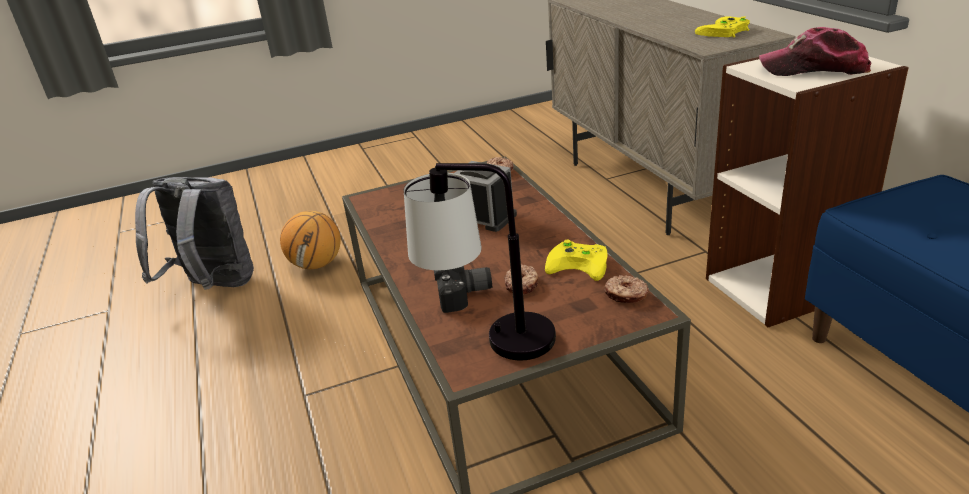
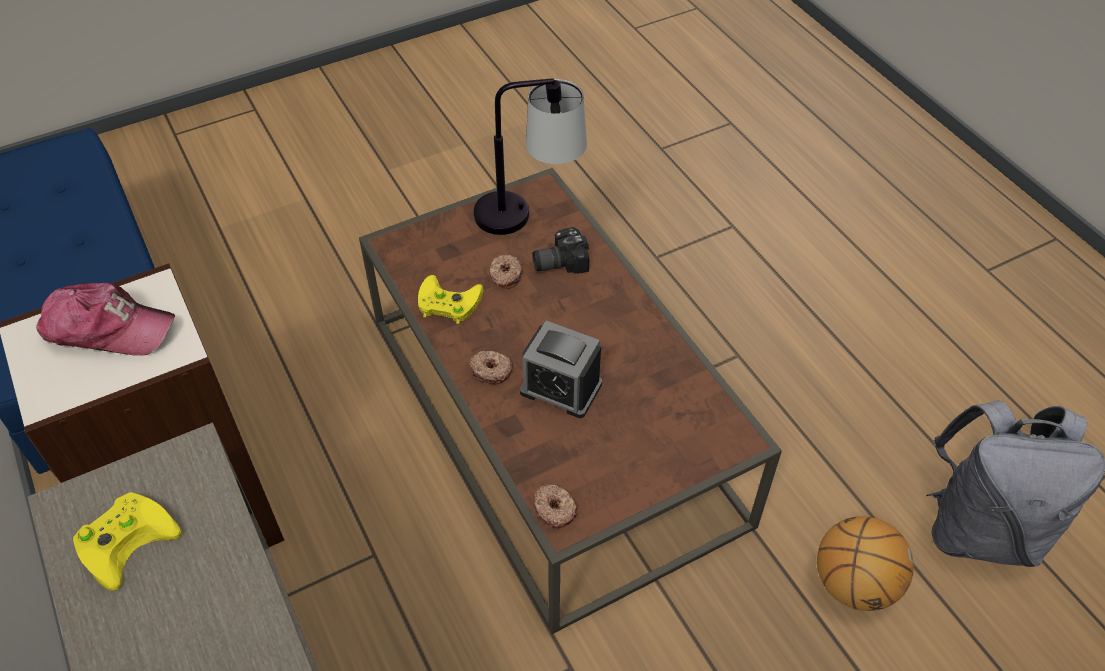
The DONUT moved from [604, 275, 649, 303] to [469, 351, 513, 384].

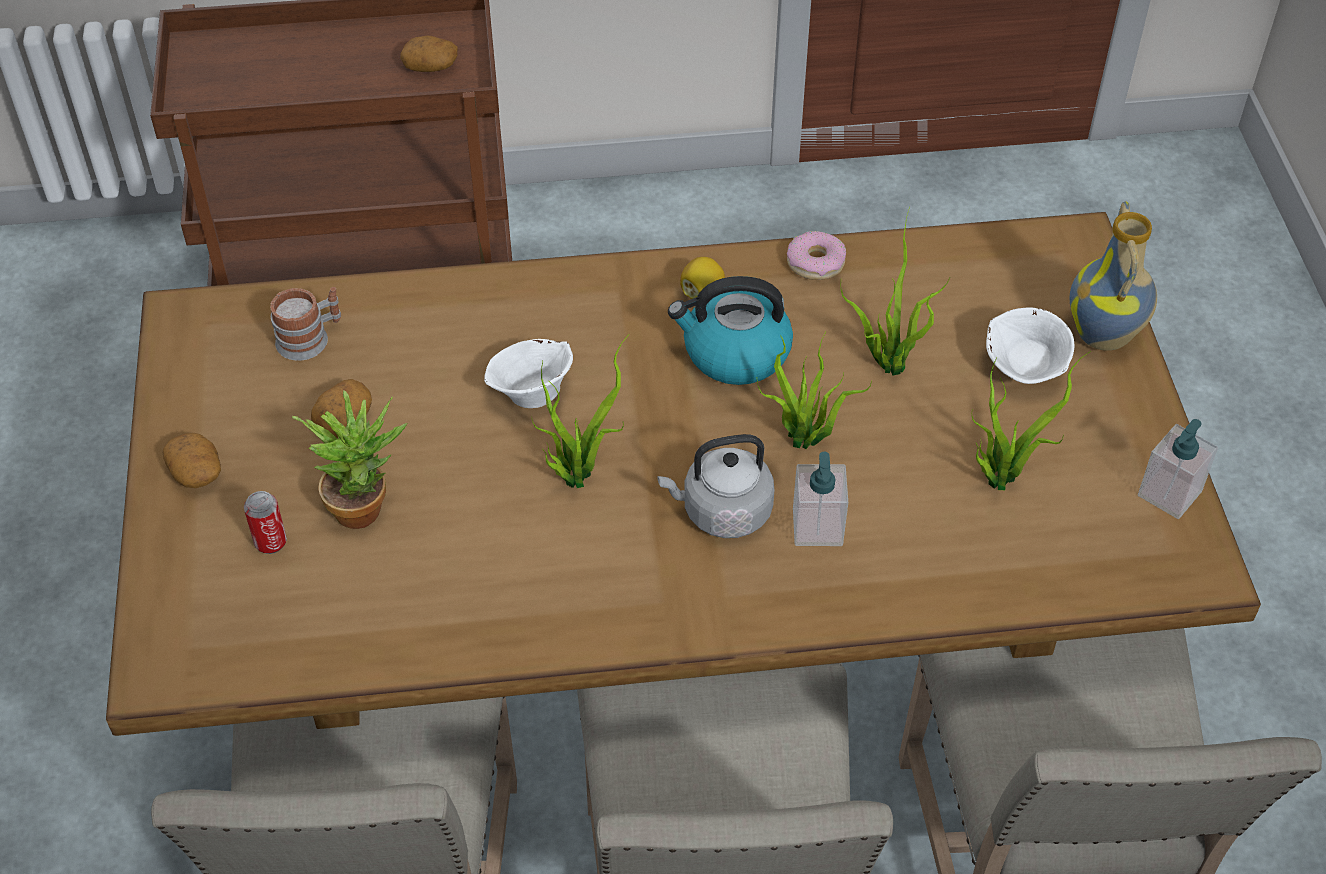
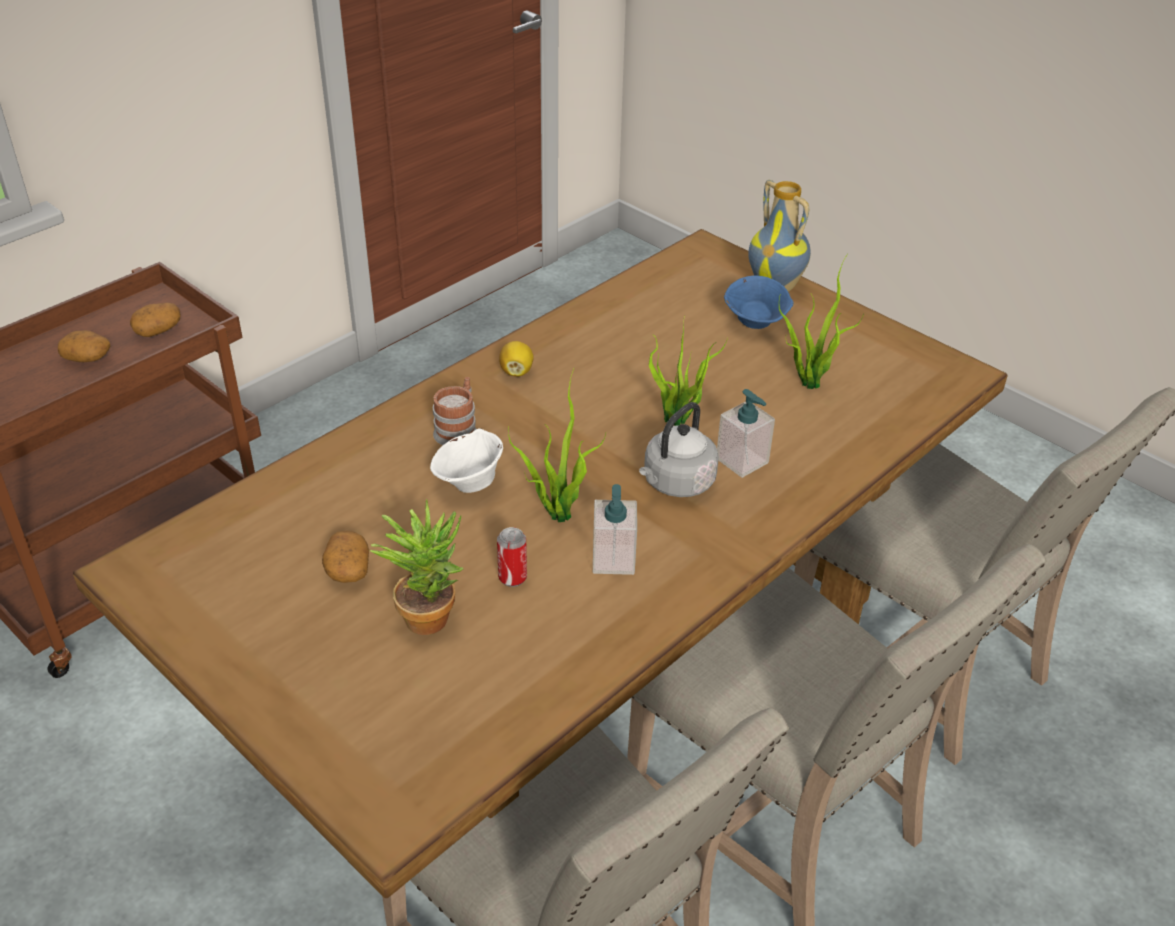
The KETTLE at [668, 276, 793, 385] disappeared.
The DONUT at [787, 231, 846, 280] disappeared.
The POTTED PLANT at [840, 207, 950, 375] disappeared.
The POTATO moved from [163, 433, 221, 488] to [58, 330, 110, 362].
The CAN moved from [244, 491, 287, 554] to [497, 527, 527, 587].
The MUG moved from [270, 287, 341, 361] to [433, 377, 476, 445].
The SOAP DISPENSER moved from [1138, 419, 1218, 519] to [593, 484, 637, 575].
The WHITE BOWL at [986, 307, 1074, 384] became the BLUE BOWL at [724, 276, 794, 329].

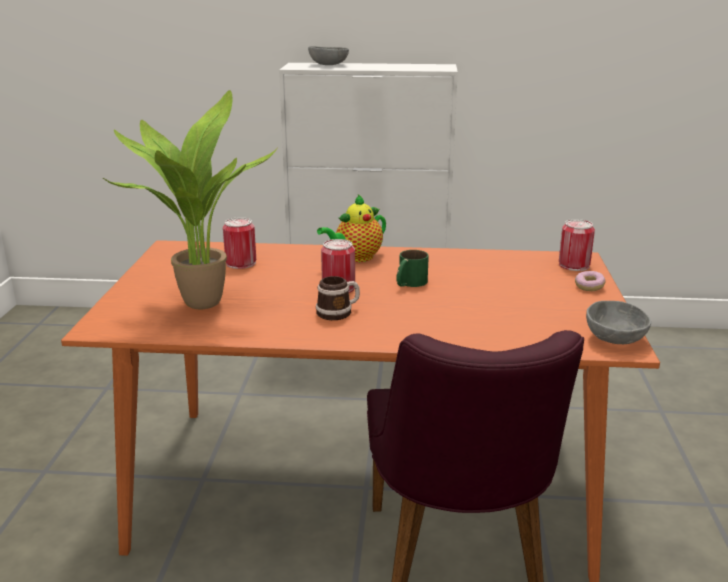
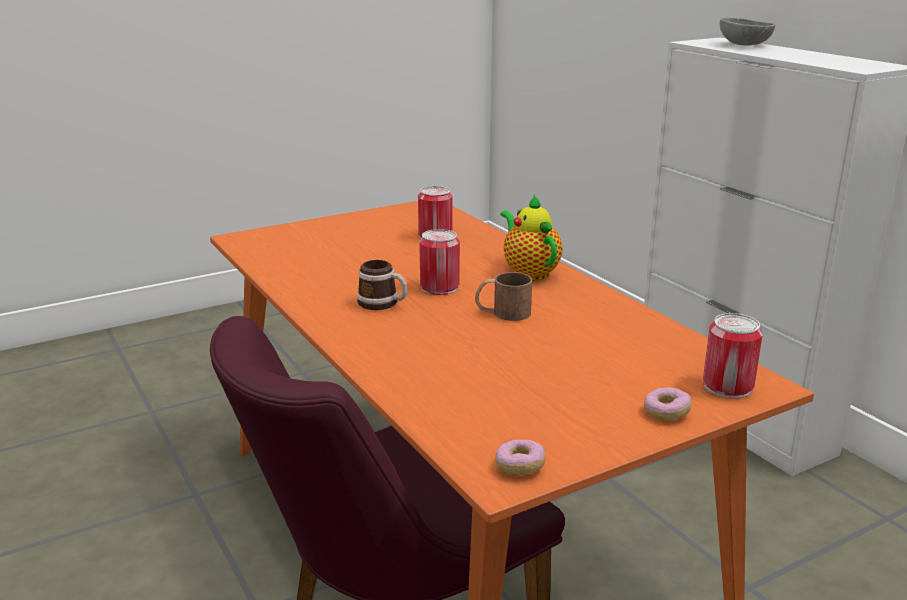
The POTTED PLANT at [103, 90, 277, 310] disappeared.
The GREY BOWL at [586, 301, 651, 344] was replaced by the DONUT at [496, 440, 546, 475].
The GREEN MUG at [396, 250, 429, 287] became the BROWN MUG at [475, 272, 532, 321].
The TEAPOT at [317, 194, 386, 262] turned 45 degrees clockwise.

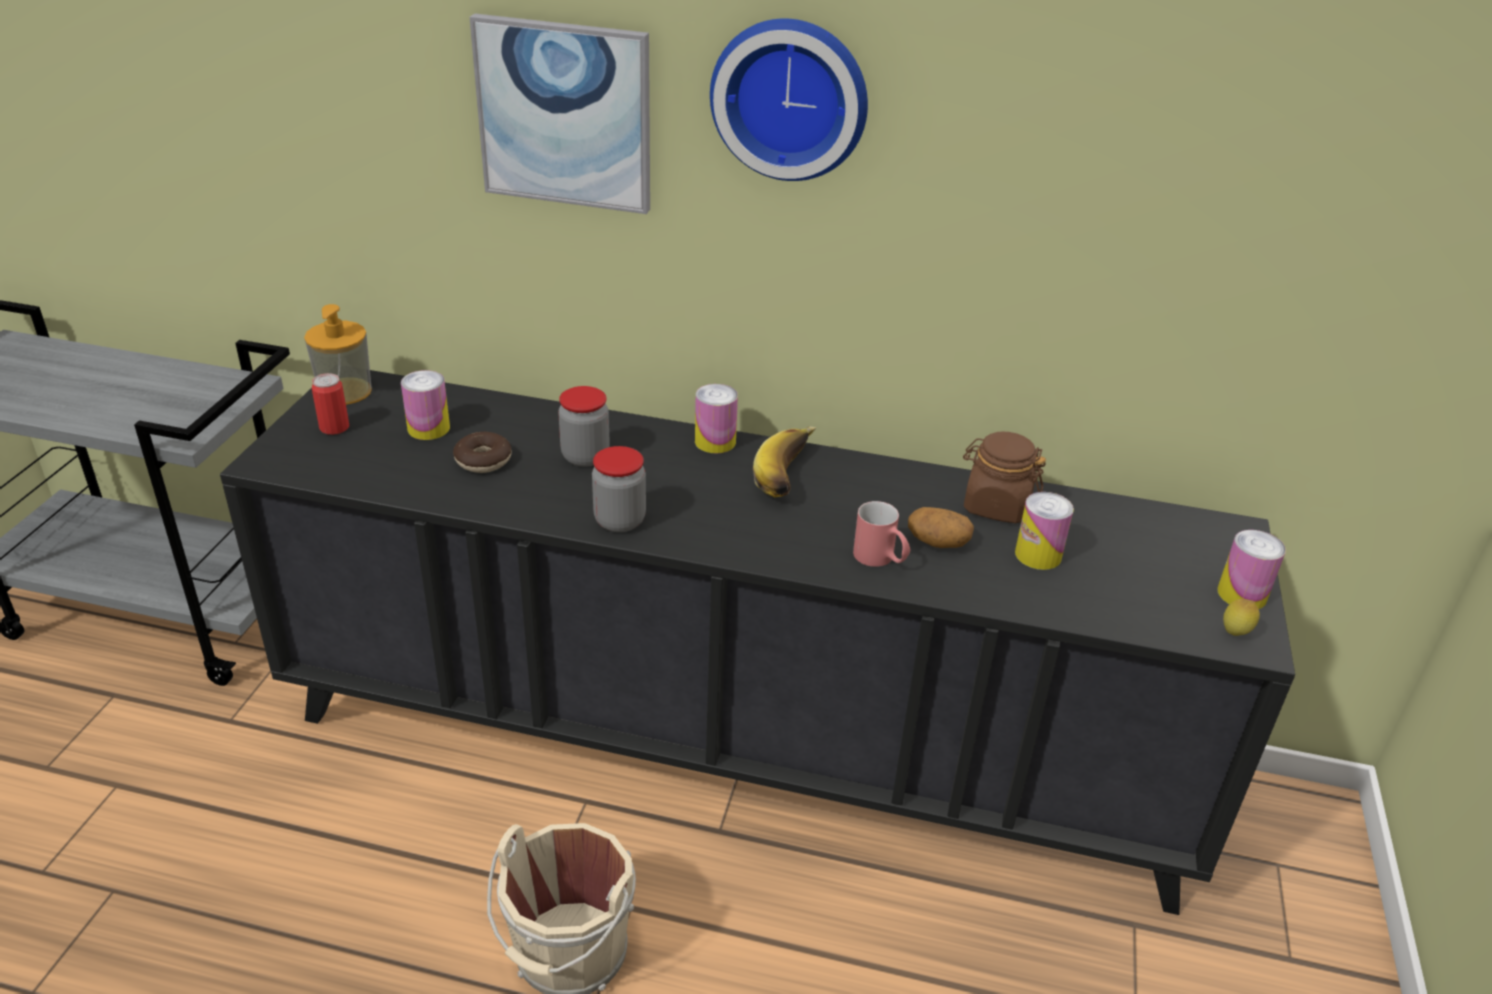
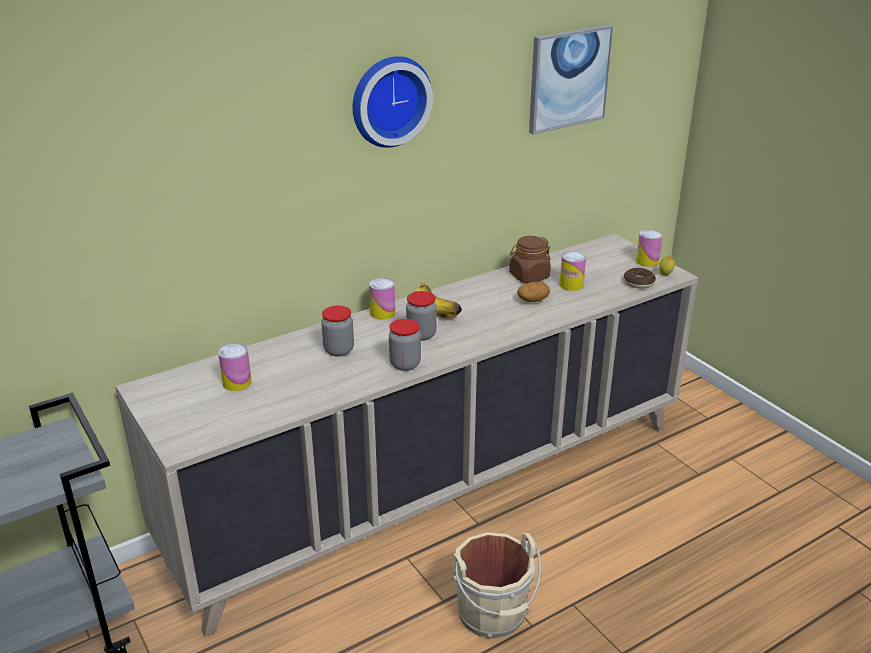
The SOAP DISPENSER at [304, 304, 372, 405] disappeared.
The CAN at [312, 373, 349, 435] disappeared.
The RED MUG at [853, 501, 910, 567] disappeared.
The JAR at [406, 291, 437, 341] appeared.
The DONUT moved from [453, 432, 512, 473] to [623, 268, 656, 288].
The PICTURE moved from [470, 14, 650, 214] to [529, 25, 613, 134].
The BLACK CABINET at [220, 370, 1295, 915] became the BEIGE CABINET at [115, 234, 698, 637].

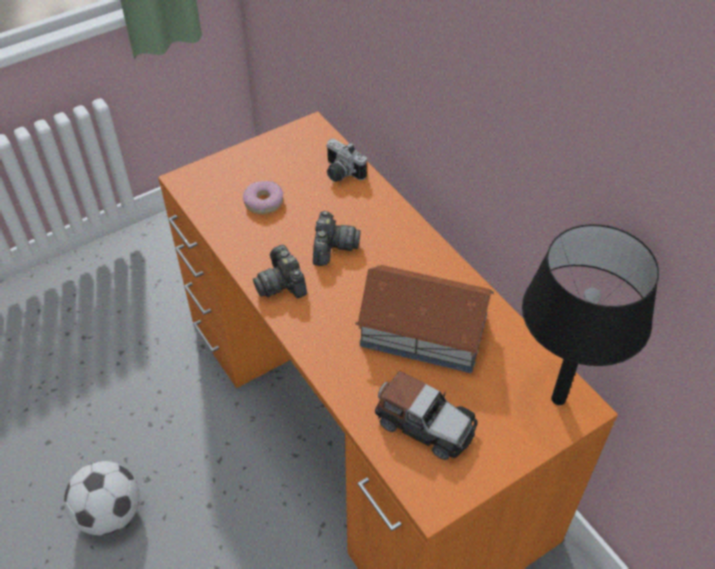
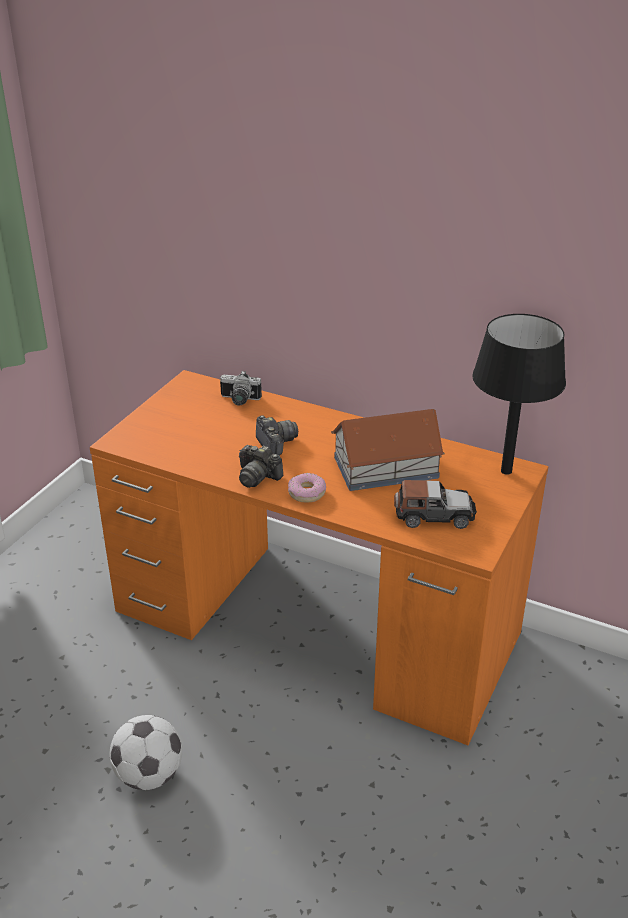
The DONUT moved from [243, 181, 283, 214] to [288, 473, 326, 502].

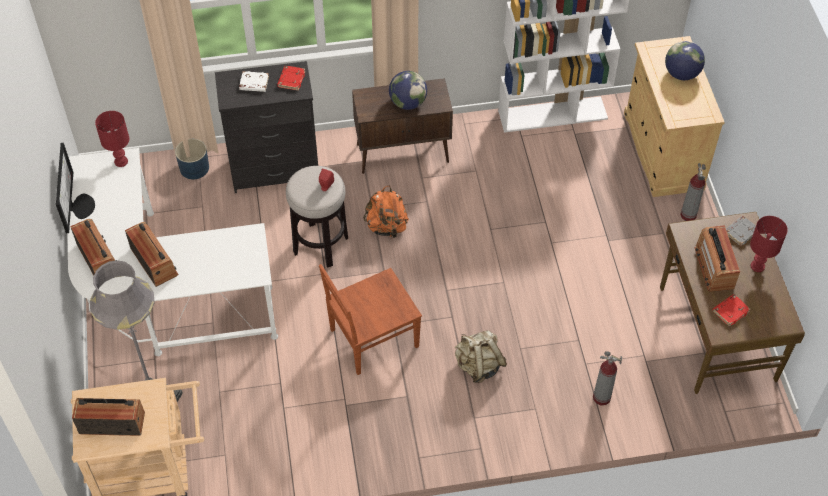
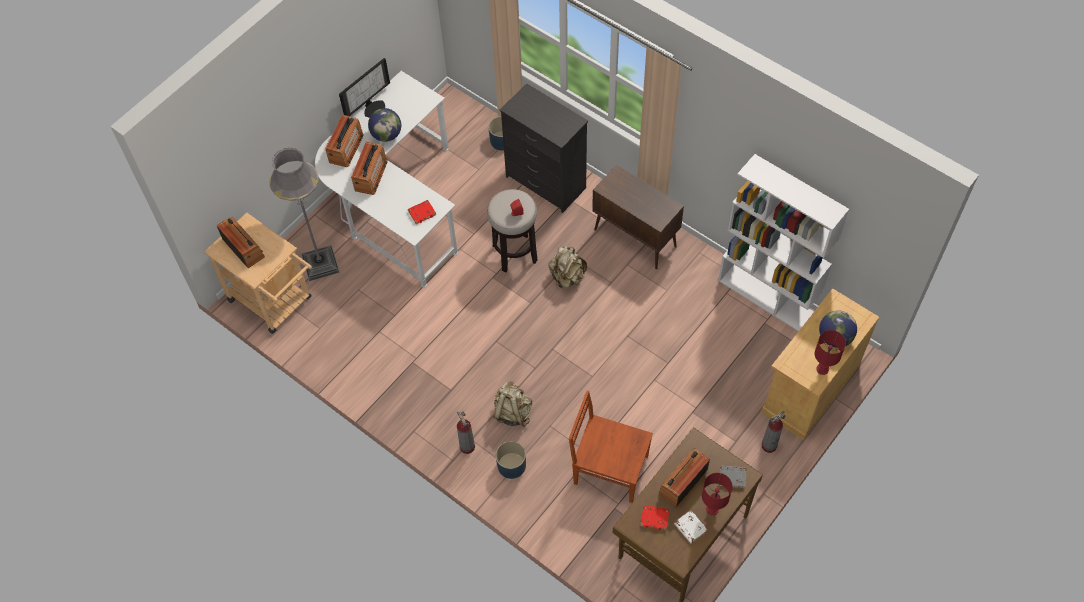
The BLUE PLANTER at [496, 441, 526, 479] appeared.
The RED TABLE LAMP moved from [95, 111, 129, 167] to [815, 330, 846, 375].
The WHITE BOOK moved from [239, 71, 269, 92] to [674, 510, 707, 543].
The RED BOOK moved from [277, 66, 306, 91] to [408, 200, 436, 224].
The BROWN CHAIR moved from [319, 264, 422, 375] to [569, 391, 653, 503].
The GLOBE moved from [389, 71, 427, 110] to [368, 108, 401, 142].
The FIRE EXTINGUISHER moved from [593, 351, 622, 406] to [457, 411, 475, 454].
The ORANGE BACKPACK at [363, 186, 409, 238] became the BEIGE BACKPACK at [548, 246, 587, 288].

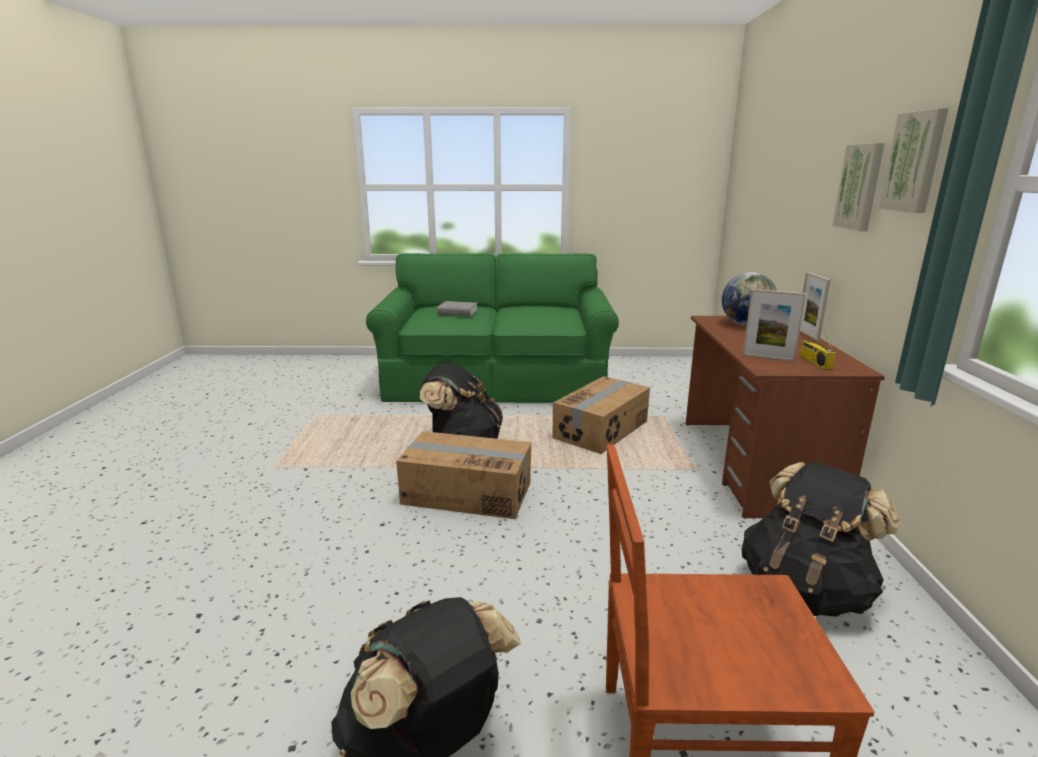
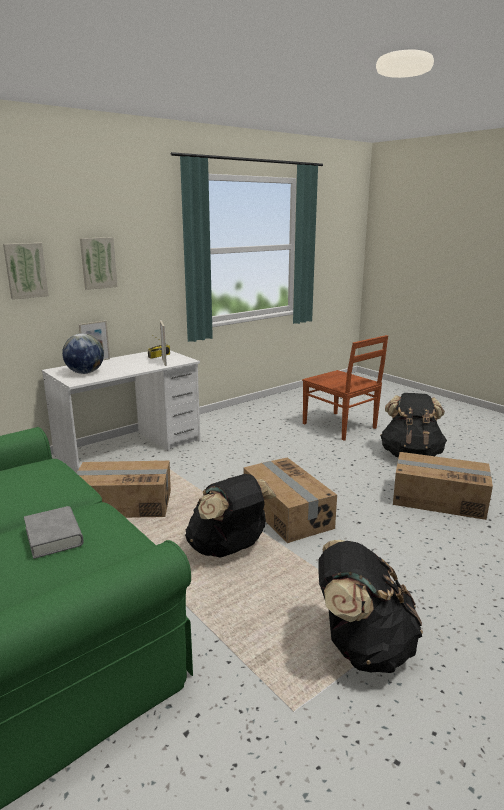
The CARDBOARD BOX at [393, 452, 493, 520] appeared.
The BLACK BACKPACK moved from [742, 462, 900, 617] to [318, 540, 423, 673].
The PICTURE moved from [879, 108, 949, 213] to [3, 243, 49, 300].
The BROWN DESK at [686, 316, 885, 519] became the WHITE DESK at [42, 350, 200, 472].

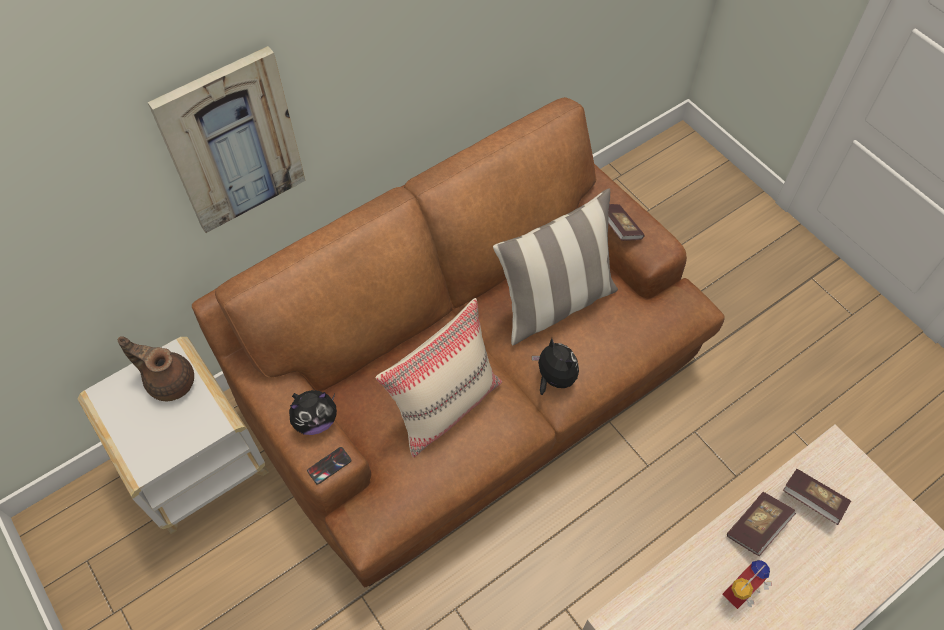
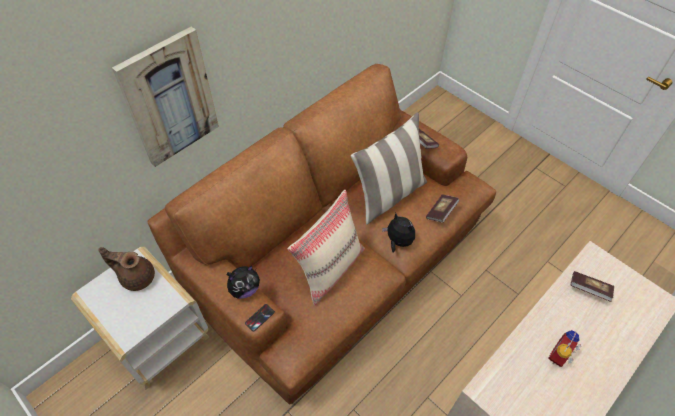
The BOOK moved from [727, 492, 796, 556] to [426, 195, 460, 223].

